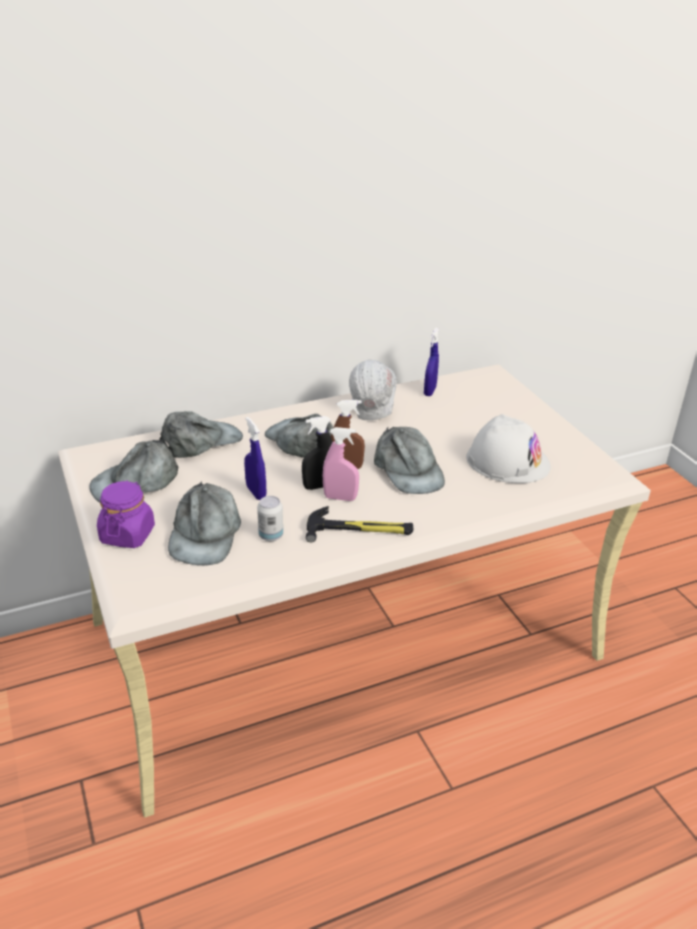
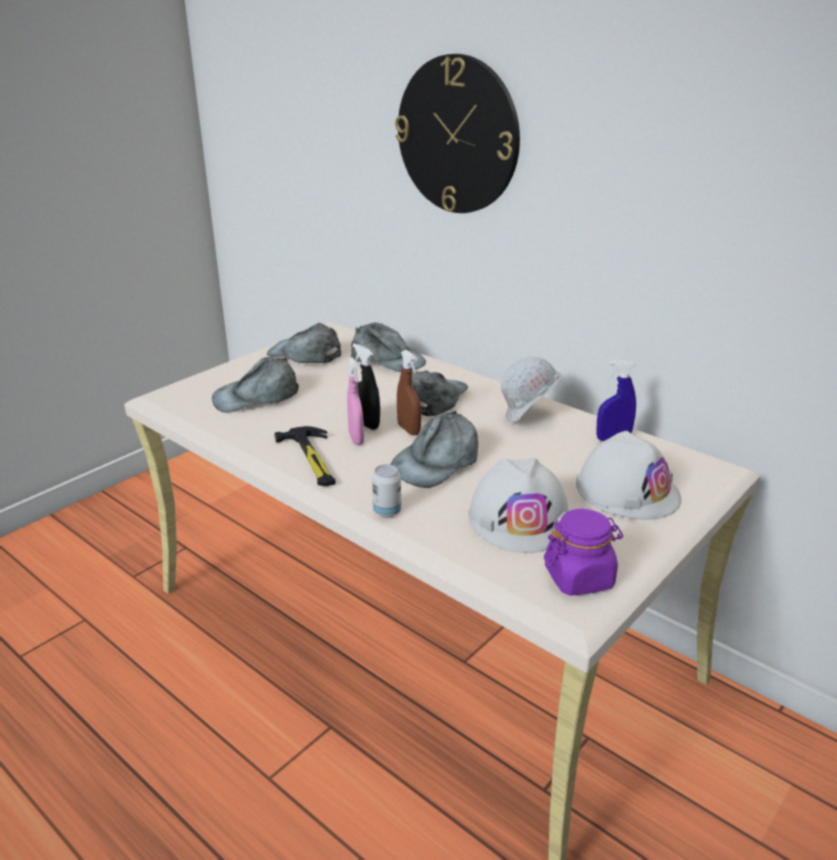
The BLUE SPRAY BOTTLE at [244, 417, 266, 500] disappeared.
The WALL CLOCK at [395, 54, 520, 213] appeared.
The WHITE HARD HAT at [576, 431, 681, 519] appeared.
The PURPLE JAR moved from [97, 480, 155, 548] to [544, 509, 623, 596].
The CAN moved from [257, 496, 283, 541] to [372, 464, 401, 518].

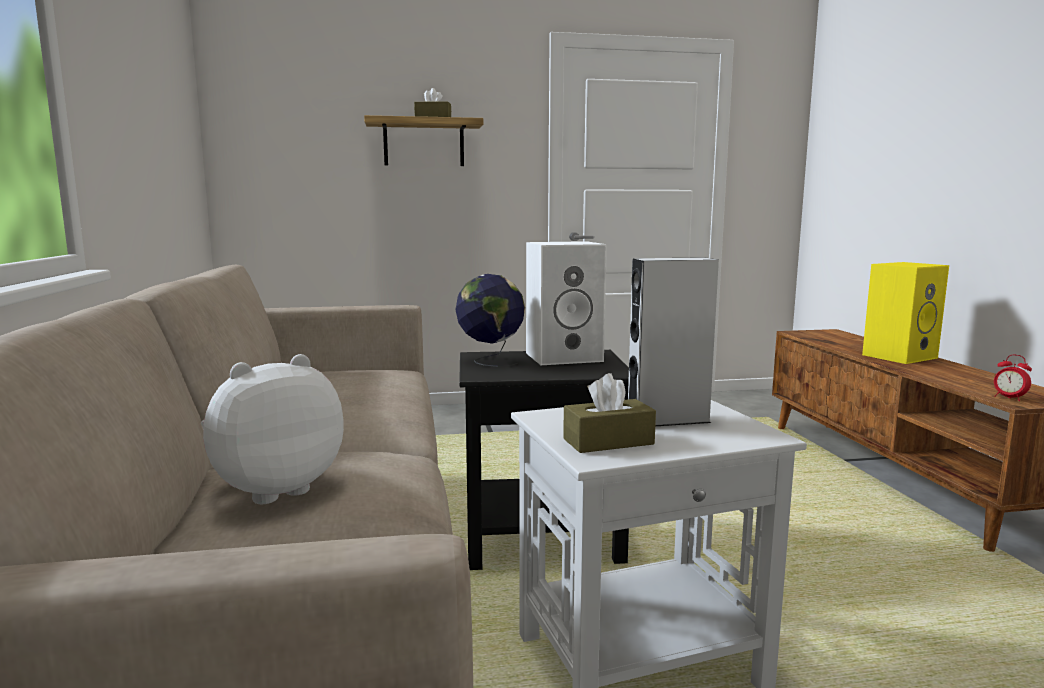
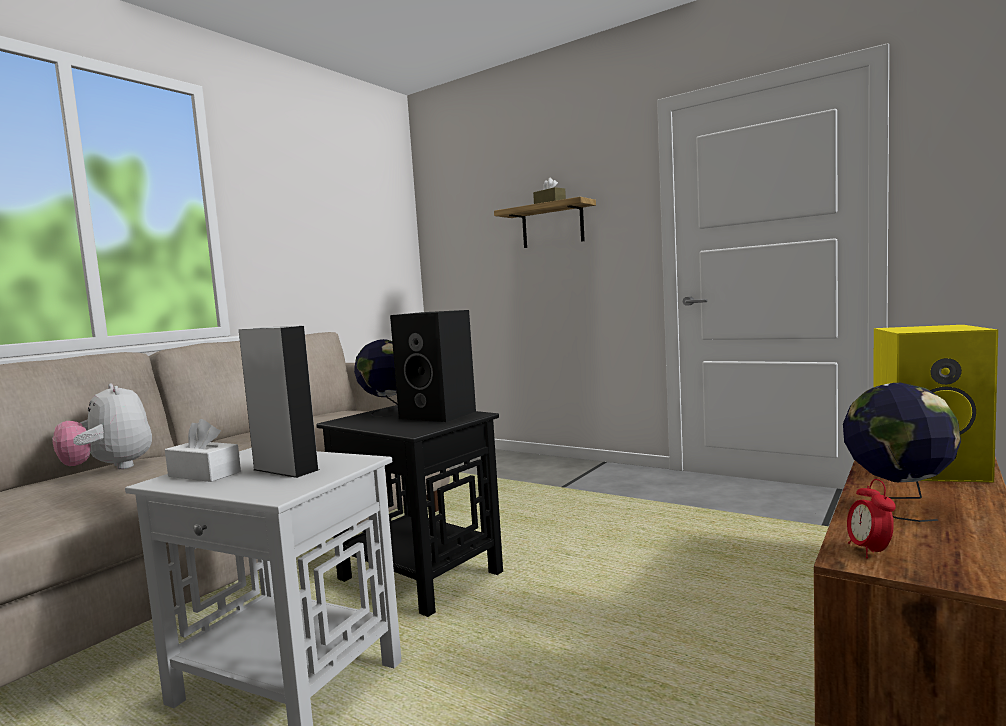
The GLOBE at [843, 383, 961, 522] appeared.
The WHITE SPEAKER at [526, 241, 607, 365] became the BLACK SPEAKER at [390, 310, 476, 422].
The BROWN TISSUE BOX at [563, 373, 656, 453] became the WHITE TISSUE BOX at [165, 419, 241, 482].
The PLUSH TOY at [201, 354, 344, 504] turned 135 degrees counterclockwise.

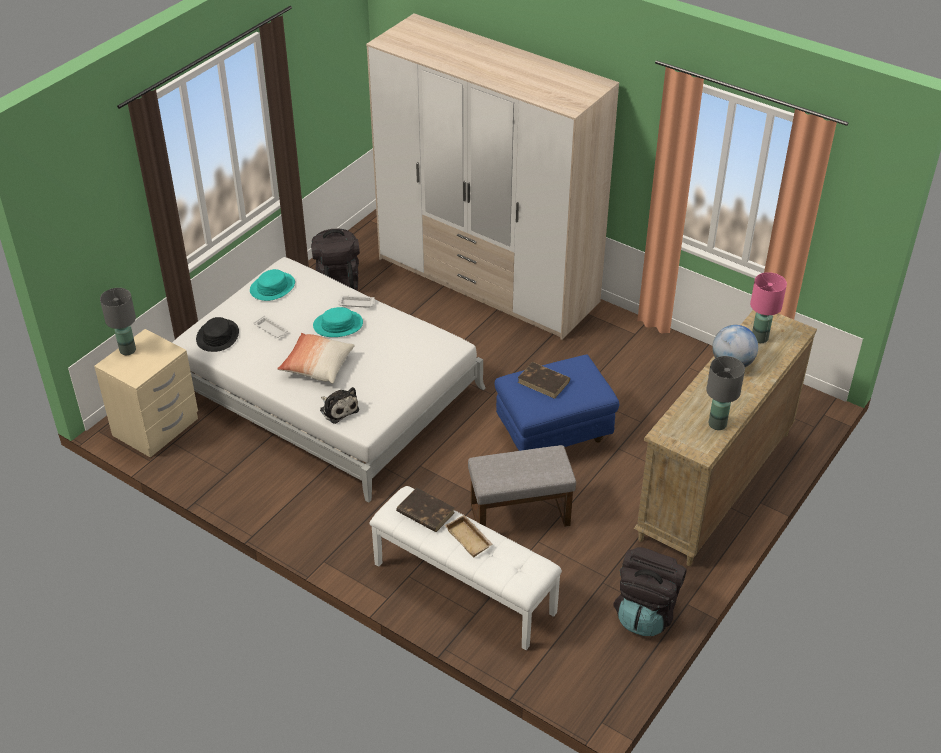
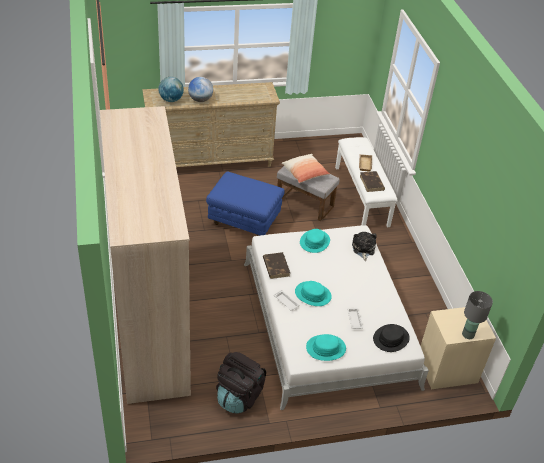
The BLACK BACKPACK at [613, 547, 687, 636] disappeared.
The GREY TABLE LAMP at [706, 356, 745, 430] disappeared.
The TURQUOISE HAT at [300, 229, 330, 253] appeared.
The PILLOW moved from [277, 333, 355, 384] to [281, 154, 330, 183].
The BROWN BOOK moved from [518, 362, 570, 399] to [263, 252, 290, 279].
The PINK TABLE LAMP at [750, 272, 787, 343] was replaced by the GLOBE at [158, 77, 184, 102].

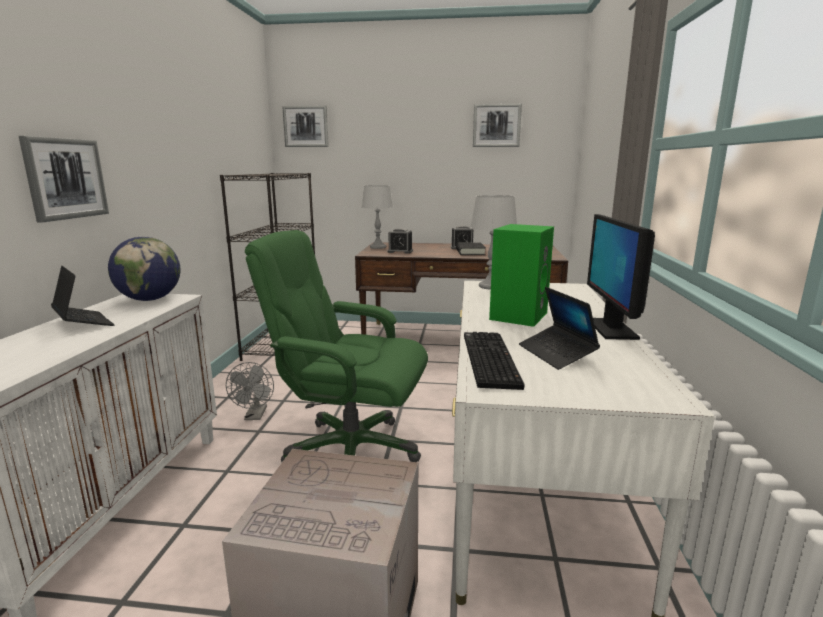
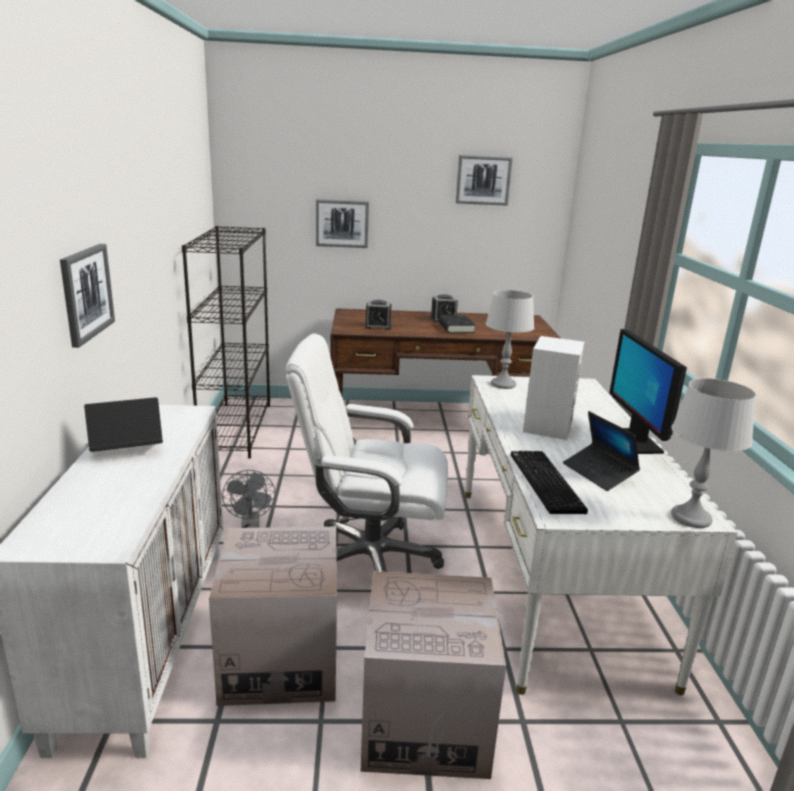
The GLOBE at [108, 237, 180, 301] disappeared.
The CARDBOARD BOX at [209, 527, 337, 706] appeared.
The PICTURE moved from [282, 106, 329, 147] to [316, 199, 369, 248].
The GREY TABLE LAMP moved from [362, 185, 393, 249] to [671, 378, 756, 528].
The GREEN OFFICE CHAIR at [245, 230, 428, 462] became the WHITE OFFICE CHAIR at [285, 333, 448, 572].
The GREEN SPEAKER at [489, 224, 554, 327] became the WHITE SPEAKER at [523, 336, 585, 440].
The LAPTOP at [51, 266, 114, 326] turned 60 degrees counterclockwise.

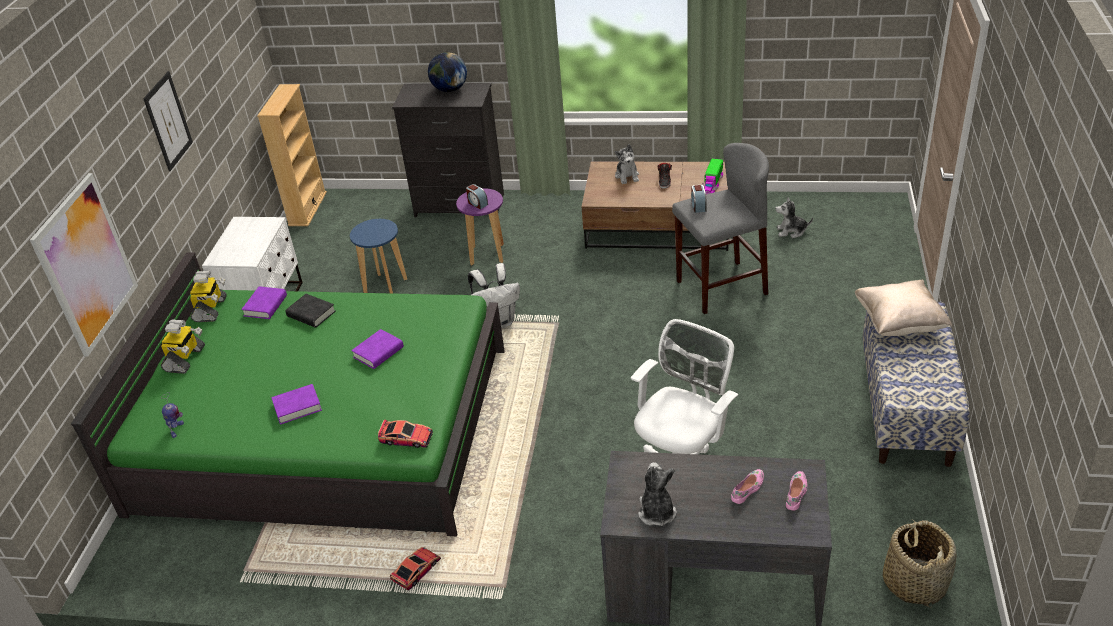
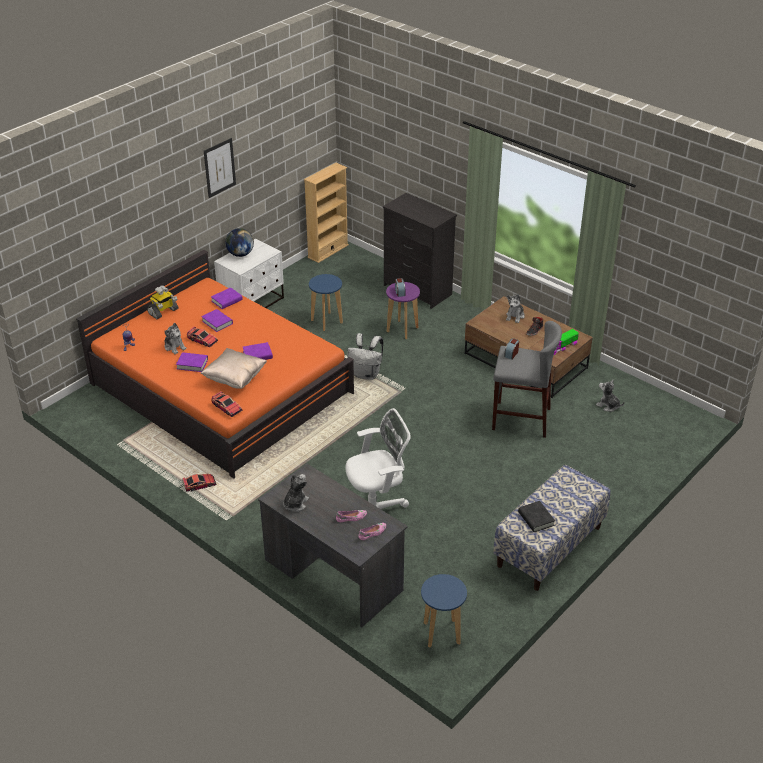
The PICTURE at [30, 173, 138, 356] disappeared.
The TOY ROBOT at [190, 271, 227, 322] disappeared.
The PLUSH TOY at [164, 323, 187, 354] appeared.
The TOY CAR at [187, 327, 218, 347] appeared.
The PURPLE BOOK at [201, 309, 233, 332] appeared.
The BLACK BOOK moved from [286, 294, 336, 328] to [518, 501, 555, 532].
The GLOBE moved from [428, 52, 467, 92] to [225, 228, 254, 257].
The BEIGE PILLOW moved from [855, 280, 952, 336] to [201, 348, 267, 389].
The BASKET at [883, 520, 957, 608] was replaced by the BLUE STOOL at [421, 574, 467, 648].
The GREEN BED at [71, 252, 505, 536] became the ORANGE BED at [76, 250, 354, 479].

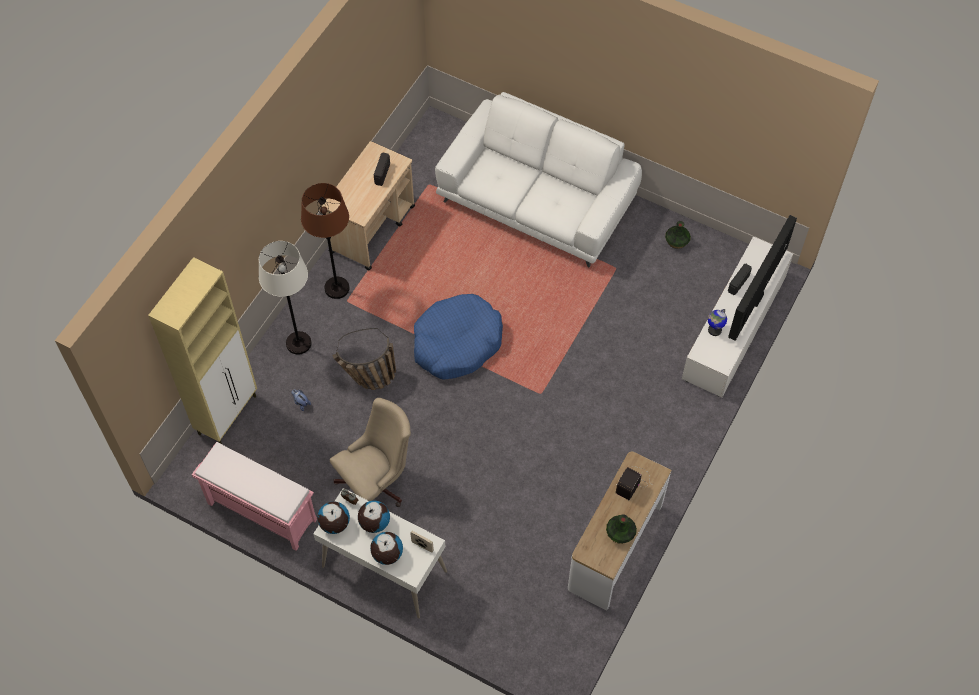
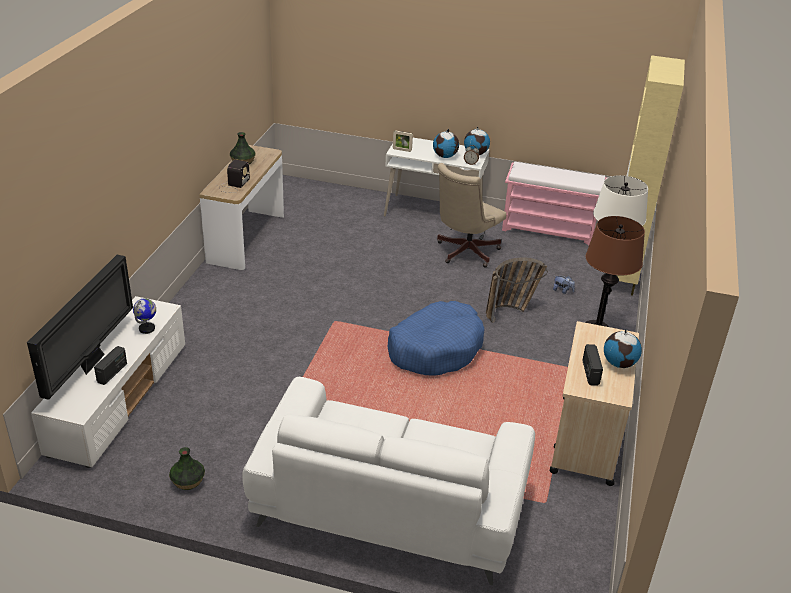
The GLOBE moved from [370, 532, 403, 565] to [604, 329, 642, 368].

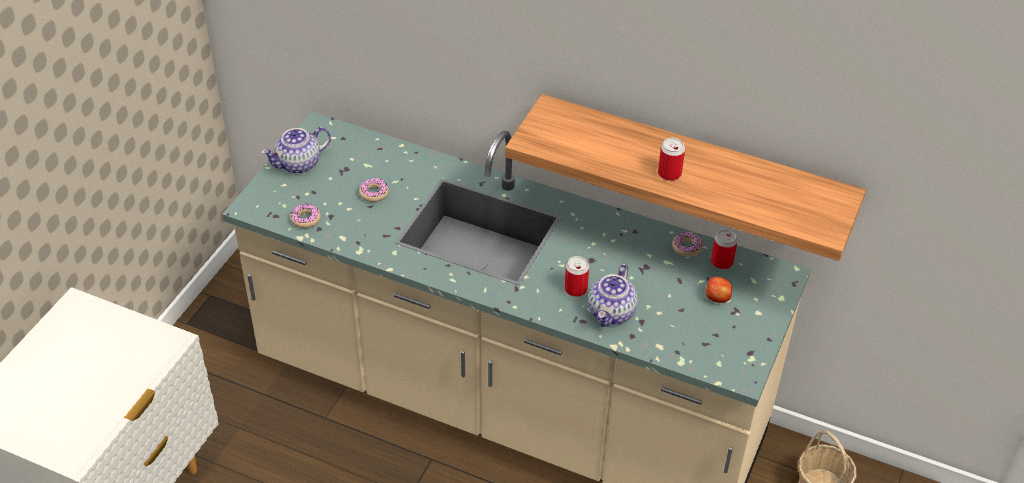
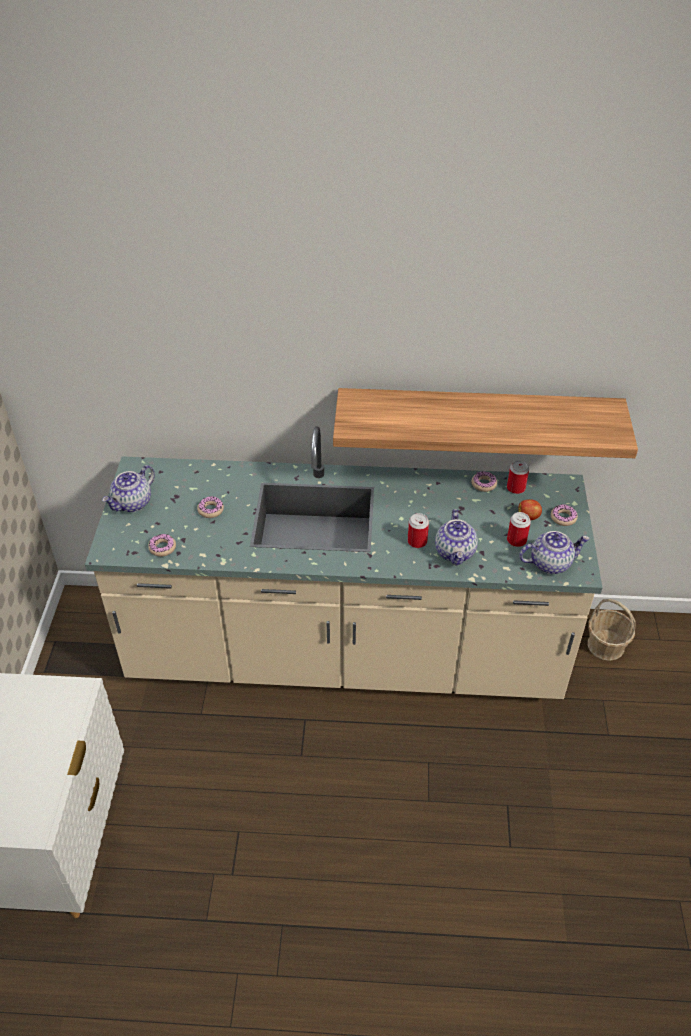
The TEAPOT at [519, 531, 590, 574] appeared.
The DONUT at [551, 504, 578, 526] appeared.
The CAN moved from [658, 138, 685, 181] to [507, 512, 531, 547].

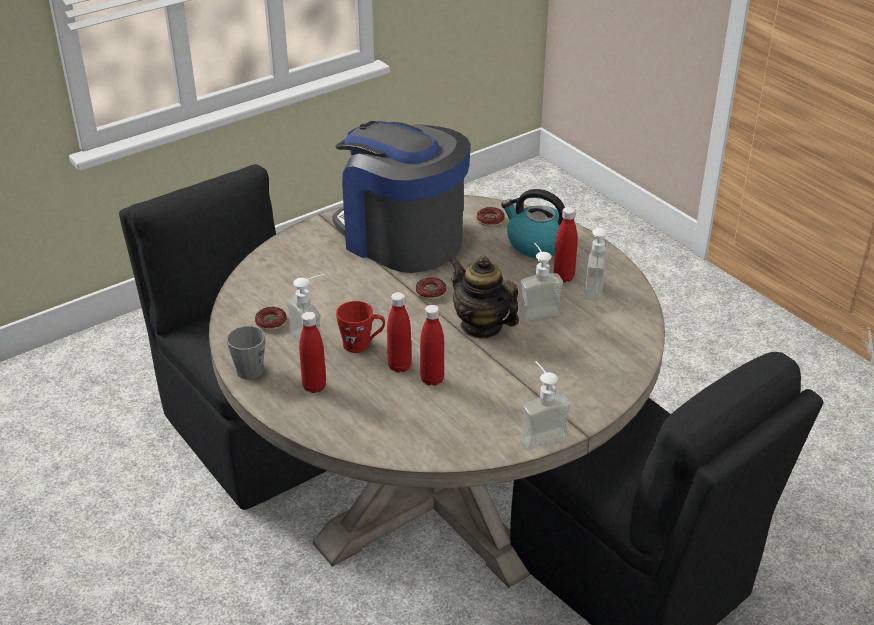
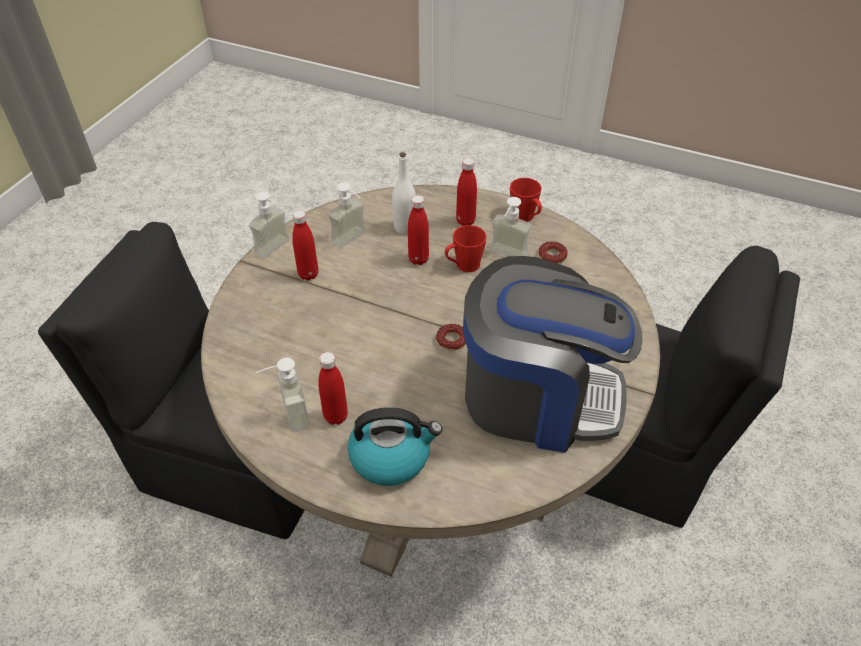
The TEAPOT at [449, 256, 519, 339] disappeared.
The DONUT at [477, 207, 505, 227] disappeared.
The WHITE BOTTLE at [392, 152, 416, 234] appeared.
The RED BOTTLE moved from [420, 305, 444, 386] to [292, 210, 318, 281].
The SOAP DISPENSER moved from [519, 243, 563, 321] to [328, 182, 366, 248].
The GREY MUG at [227, 325, 265, 379] became the RED MUG at [510, 178, 542, 222].

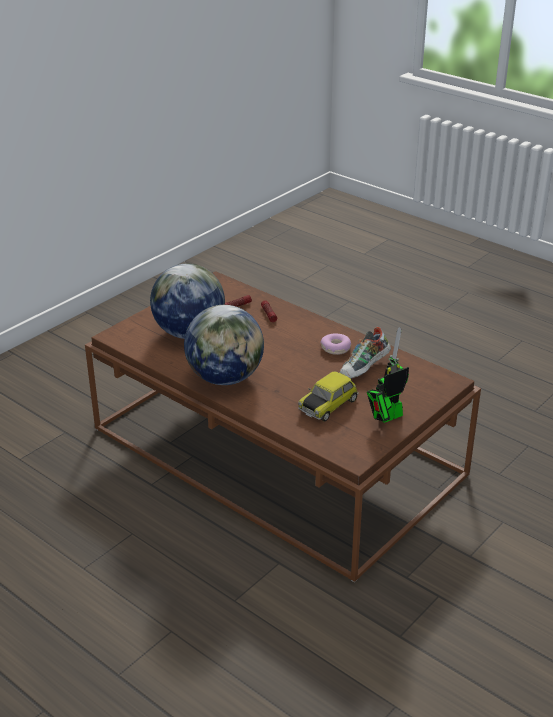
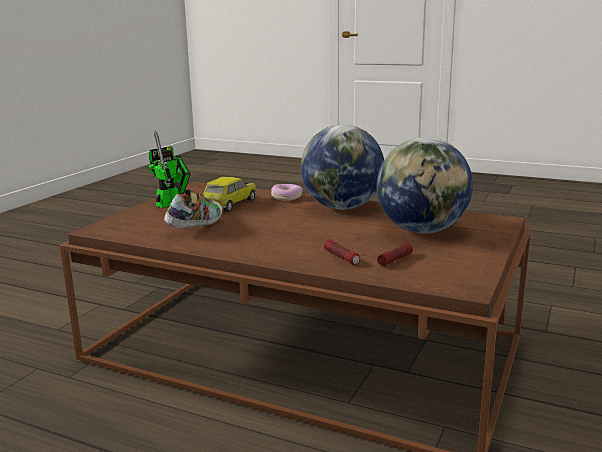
The DONUT moved from [321, 334, 351, 355] to [271, 184, 303, 201].

